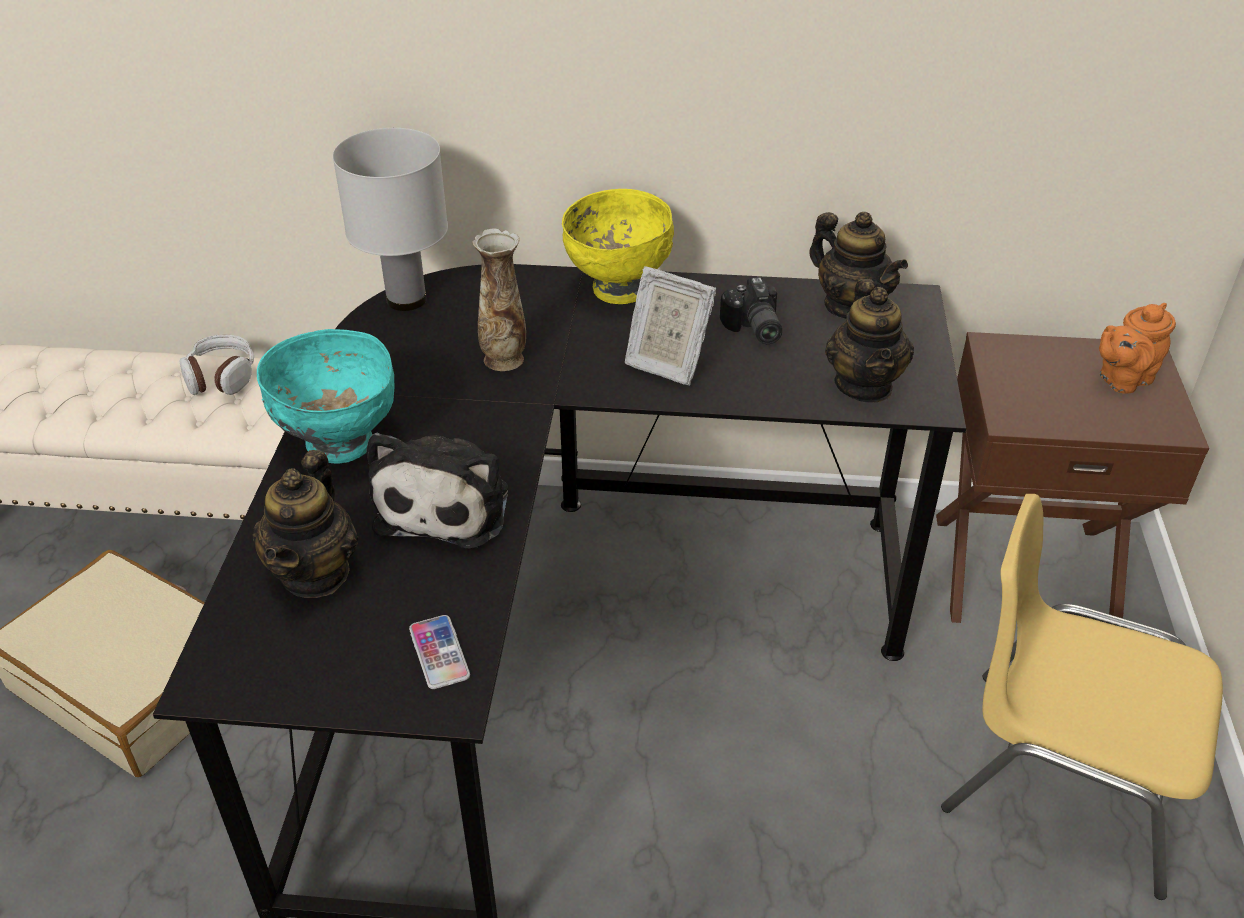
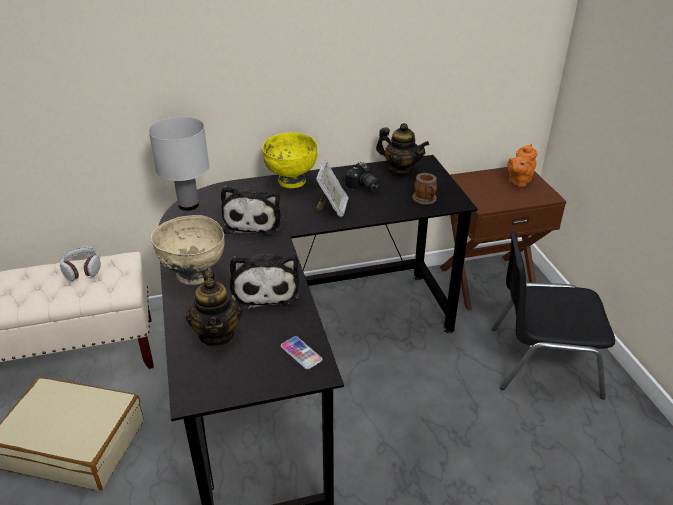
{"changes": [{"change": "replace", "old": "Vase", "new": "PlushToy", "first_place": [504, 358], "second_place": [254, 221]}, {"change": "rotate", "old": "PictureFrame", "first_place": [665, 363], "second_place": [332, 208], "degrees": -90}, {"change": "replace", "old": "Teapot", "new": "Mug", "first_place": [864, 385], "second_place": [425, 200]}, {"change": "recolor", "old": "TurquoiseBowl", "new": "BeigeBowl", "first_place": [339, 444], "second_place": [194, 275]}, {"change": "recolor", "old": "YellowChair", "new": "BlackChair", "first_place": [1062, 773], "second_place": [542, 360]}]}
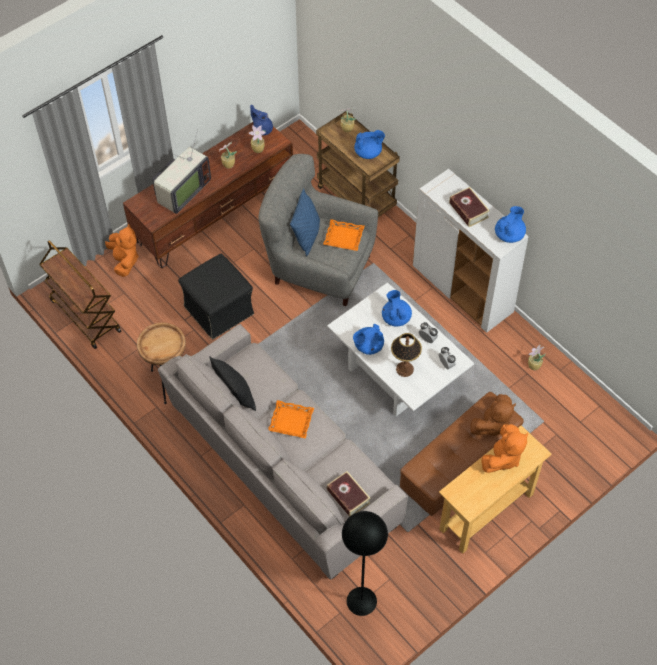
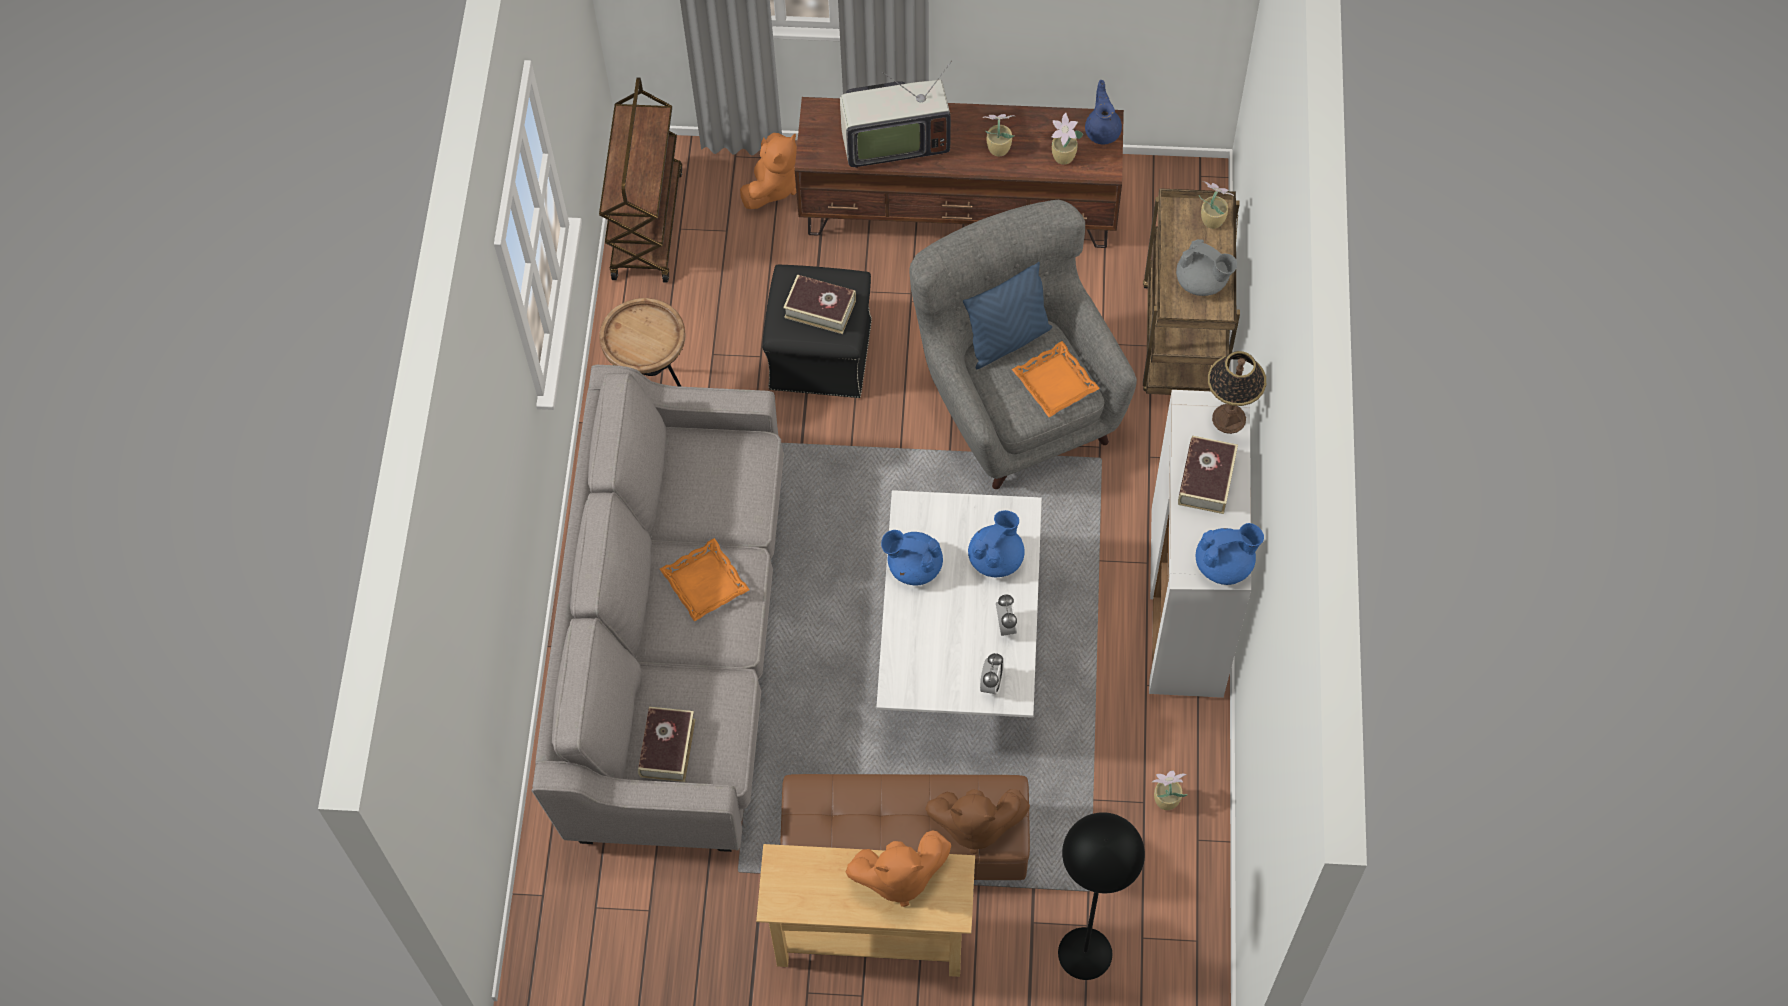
{"changes": [{"change": "recolor", "old": "BlueTeapot", "new": "GreyTeapot", "first_place": [368, 153], "second_place": [1202, 282]}, {"change": "move", "old": "TableLamp", "first_place": [404, 369], "second_place": [1228, 418]}, {"change": "delete", "old": "BlackPillow", "first_place": [235, 395]}, {"change": "move", "old": "BlackFloorLamp", "first_place": [361, 601], "second_place": [1084, 953]}, {"change": "insert", "new": "Book", "second_place": [820, 309]}]}
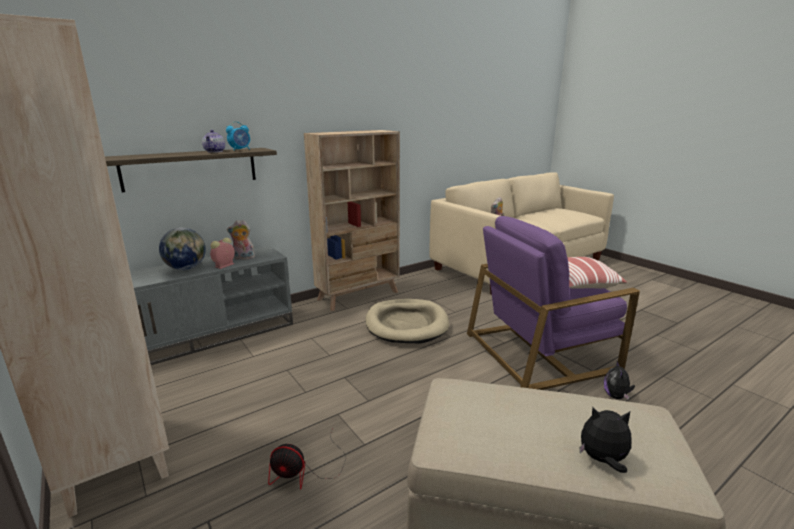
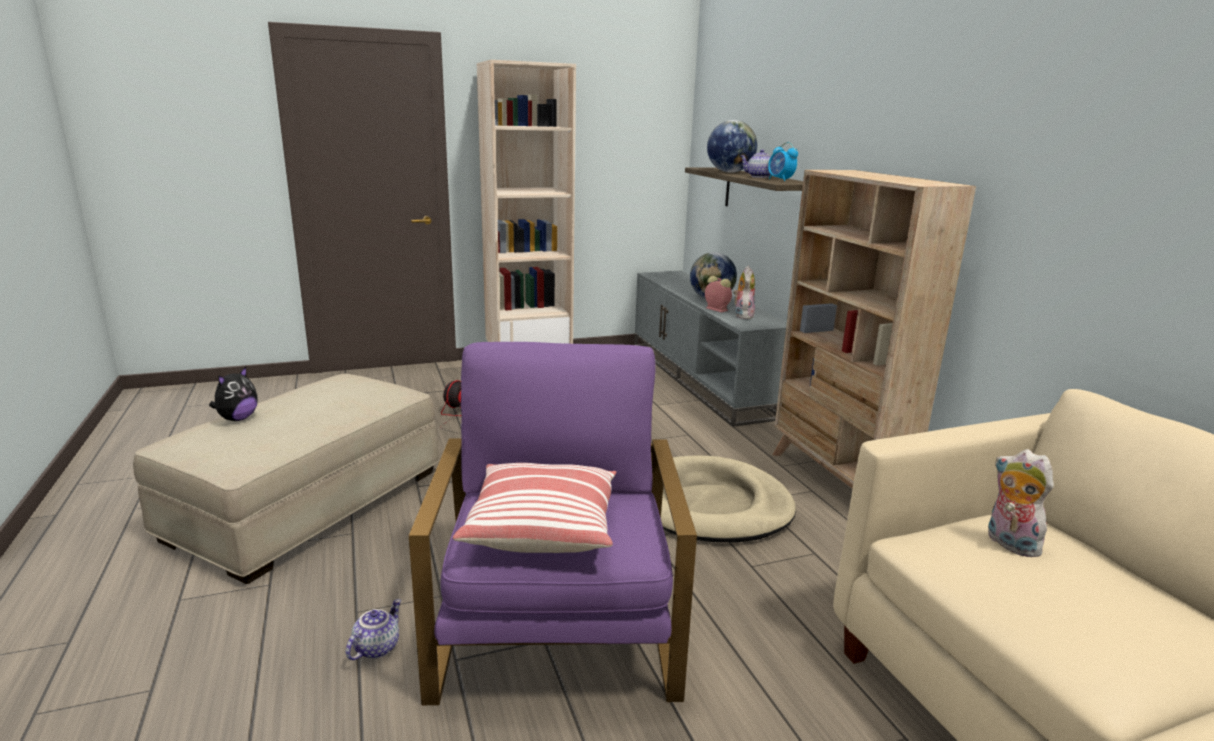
{"changes": [{"change": "replace", "old": "PlushToy", "new": "Teapot", "first_place": [616, 396], "second_place": [376, 647]}, {"change": "insert", "new": "Globe", "second_place": [729, 172]}]}
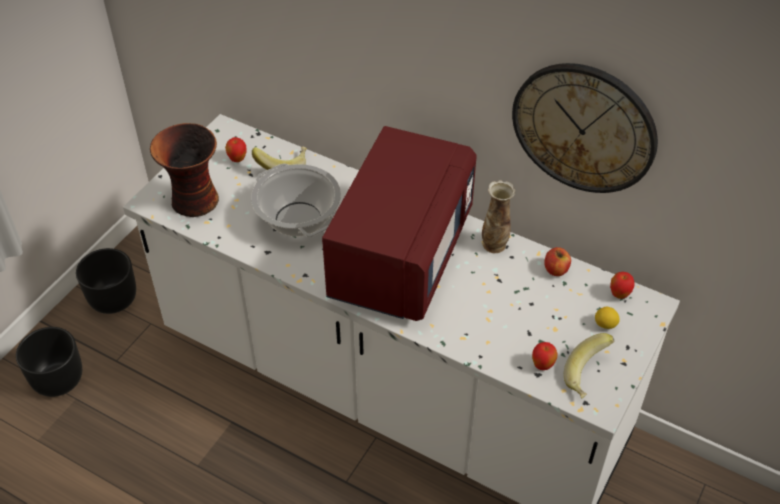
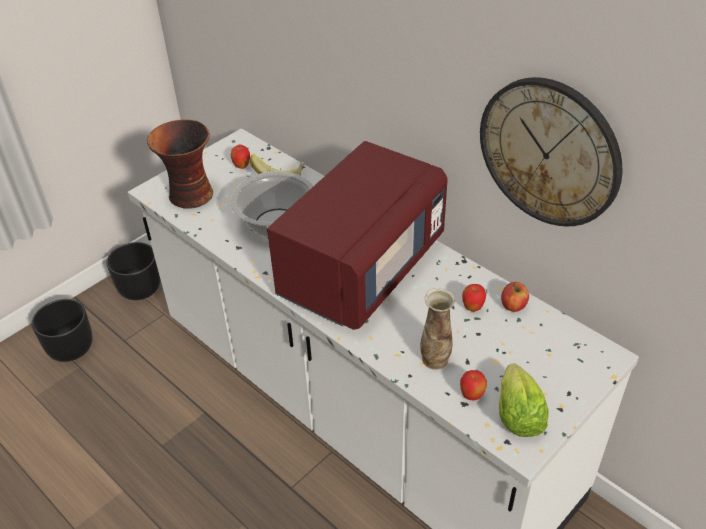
{"changes": [{"change": "move", "old": "Vase", "first_place": [494, 245], "second_place": [435, 360]}, {"change": "move", "old": "Apple", "first_place": [619, 295], "second_place": [472, 308]}, {"change": "delete", "old": "Lemon", "first_place": [605, 325]}, {"change": "replace", "old": "Banana", "new": "Lettuce", "first_place": [588, 376], "second_place": [518, 415]}]}
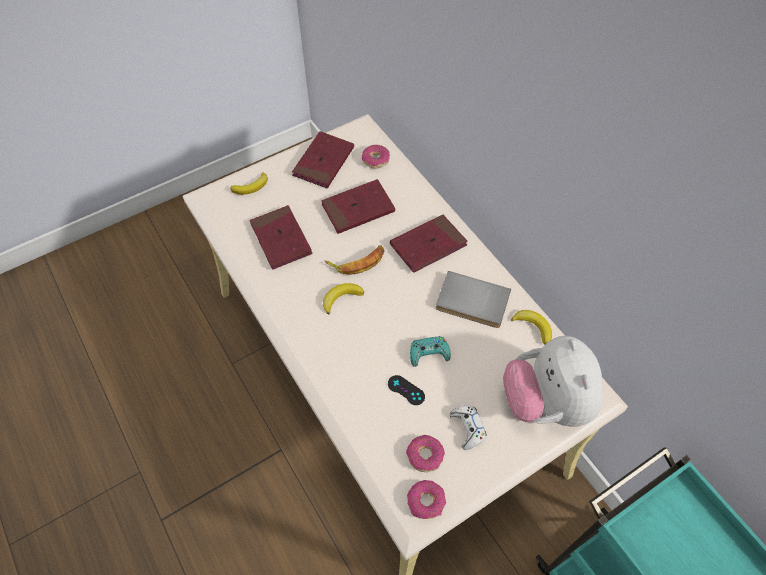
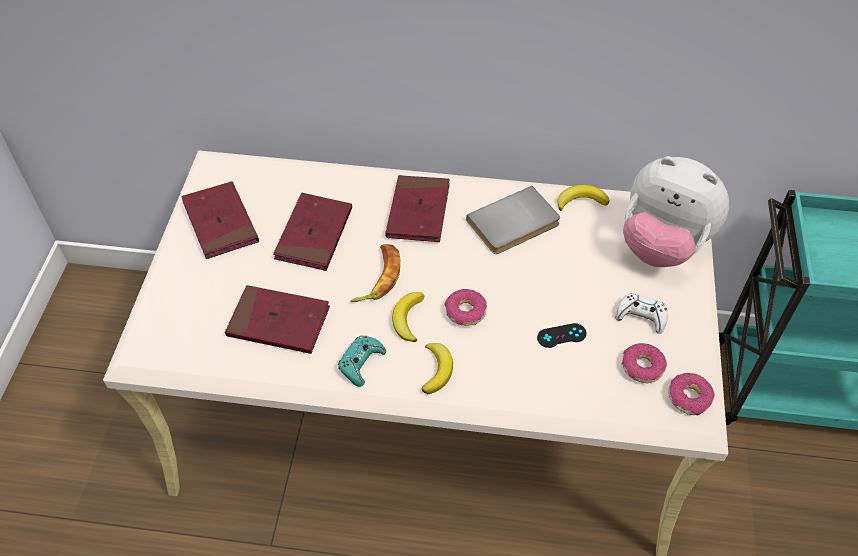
{"changes": [{"change": "move", "old": "Donut", "first_place": [375, 160], "second_place": [465, 312]}, {"change": "move", "old": "Banana", "first_place": [251, 186], "second_place": [437, 370]}, {"change": "move", "old": "TurquoiseGameController", "first_place": [429, 353], "second_place": [361, 363]}]}
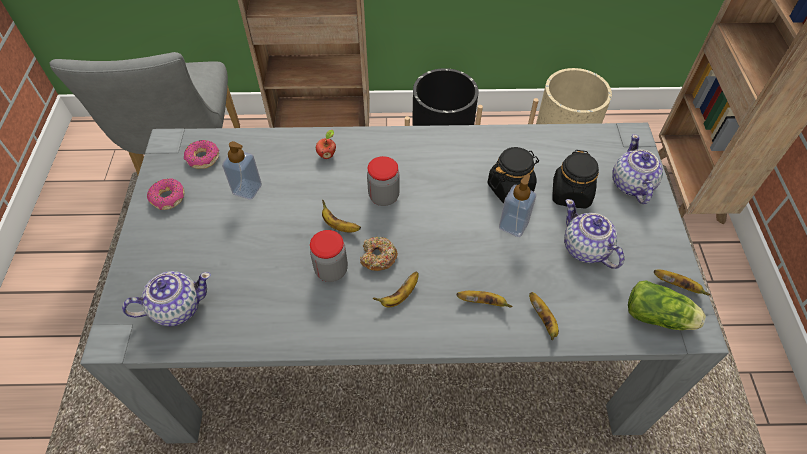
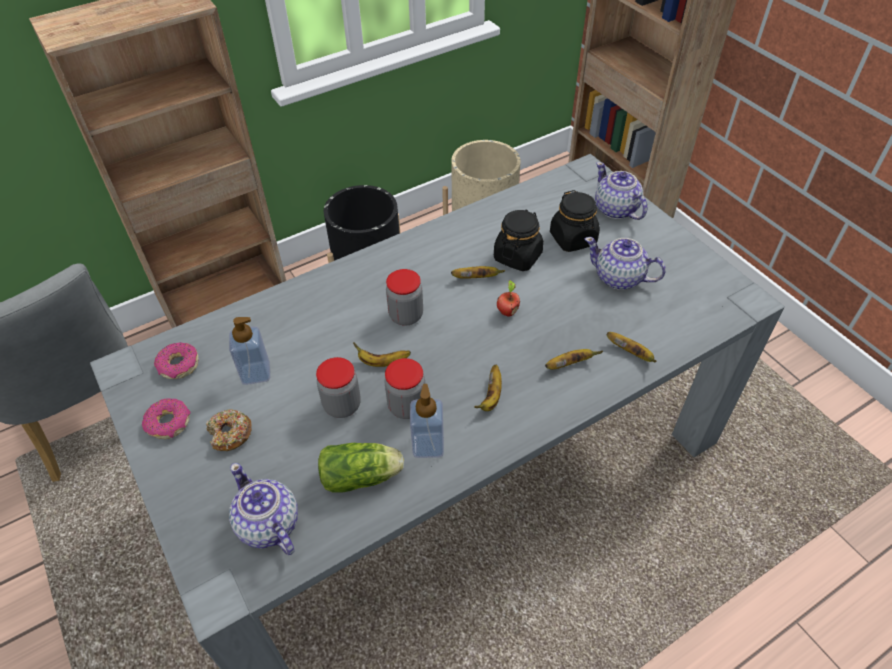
{"changes": [{"change": "move", "old": "Apple", "first_place": [327, 155], "second_place": [507, 312]}, {"change": "move", "old": "SoapDispenser", "first_place": [513, 225], "second_place": [428, 445]}, {"change": "move", "old": "Donut", "first_place": [378, 257], "second_place": [230, 434]}, {"change": "move", "old": "Banana", "first_place": [677, 285], "second_place": [476, 278]}, {"change": "rotate", "old": "Teapot", "first_place": [176, 307], "second_place": [268, 525], "degrees": -75}, {"change": "move", "old": "Lettuce", "first_place": [660, 317], "second_place": [363, 476]}, {"change": "insert", "new": "Jar", "second_place": [342, 405]}]}
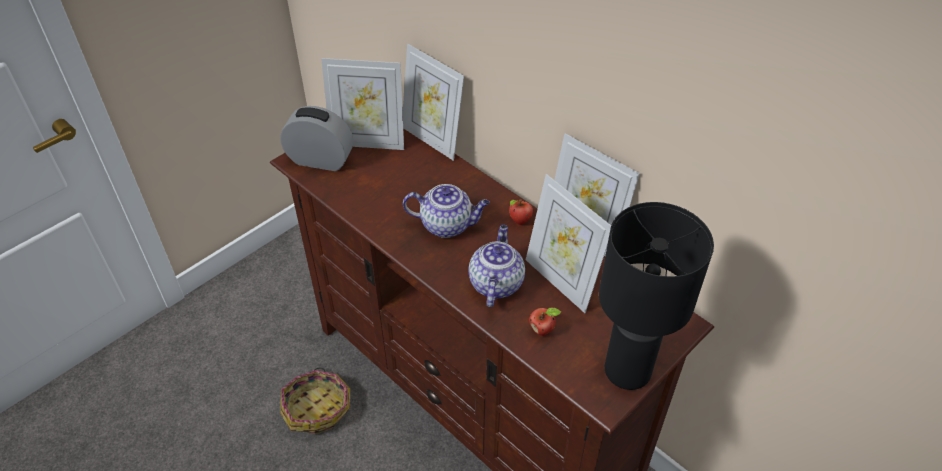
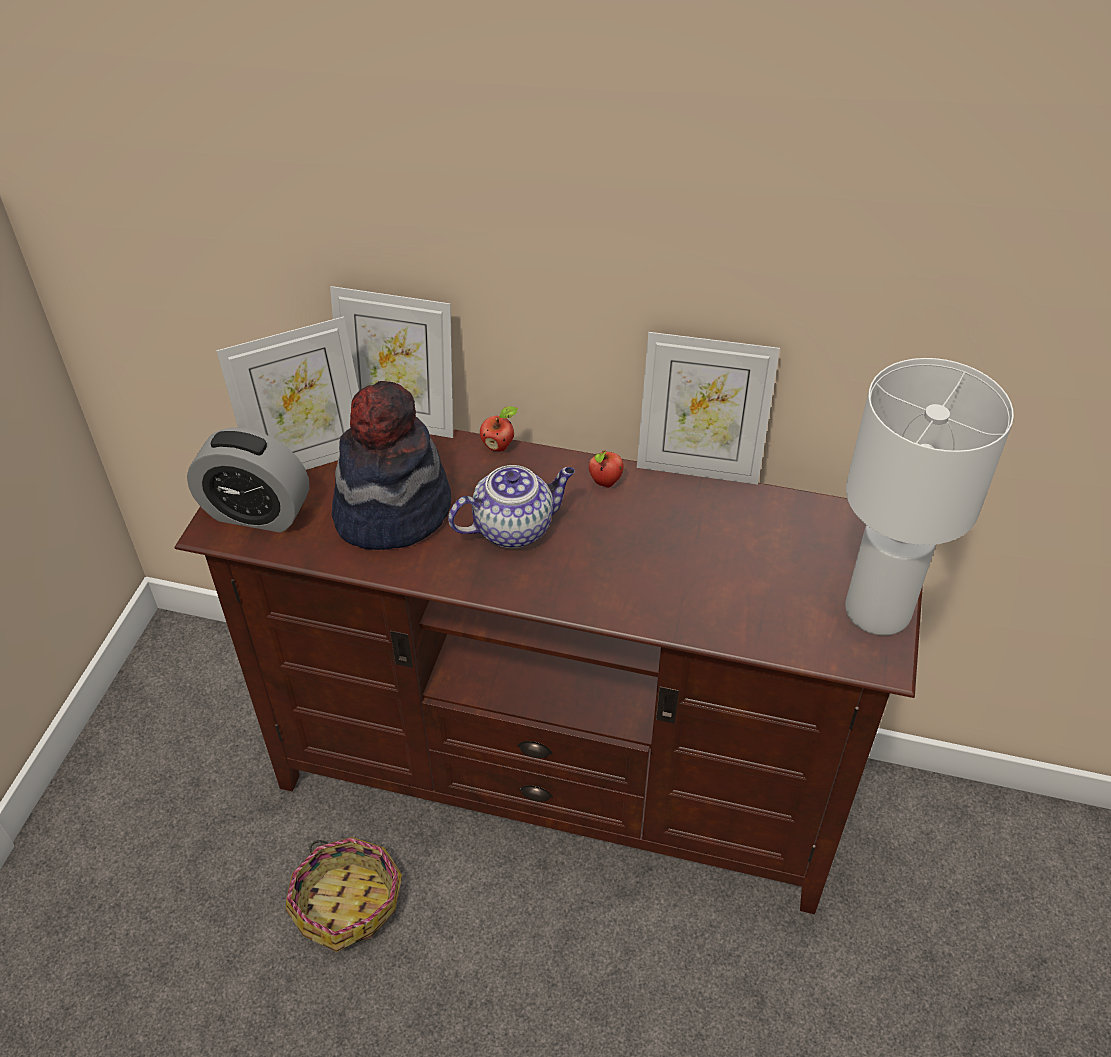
{"changes": [{"change": "rotate", "old": "AlarmClock", "first_place": [320, 160], "second_place": [256, 513], "degrees": -150}, {"change": "delete", "old": "PictureFrame", "first_place": [561, 281]}, {"change": "recolor", "old": "BlackTableLamp", "new": "WhiteTableLamp", "first_place": [626, 370], "second_place": [875, 611]}, {"change": "delete", "old": "Teapot", "first_place": [495, 283]}, {"change": "move", "old": "Apple", "first_place": [543, 330], "second_place": [499, 446]}, {"change": "insert", "new": "Hat", "second_place": [392, 510]}]}
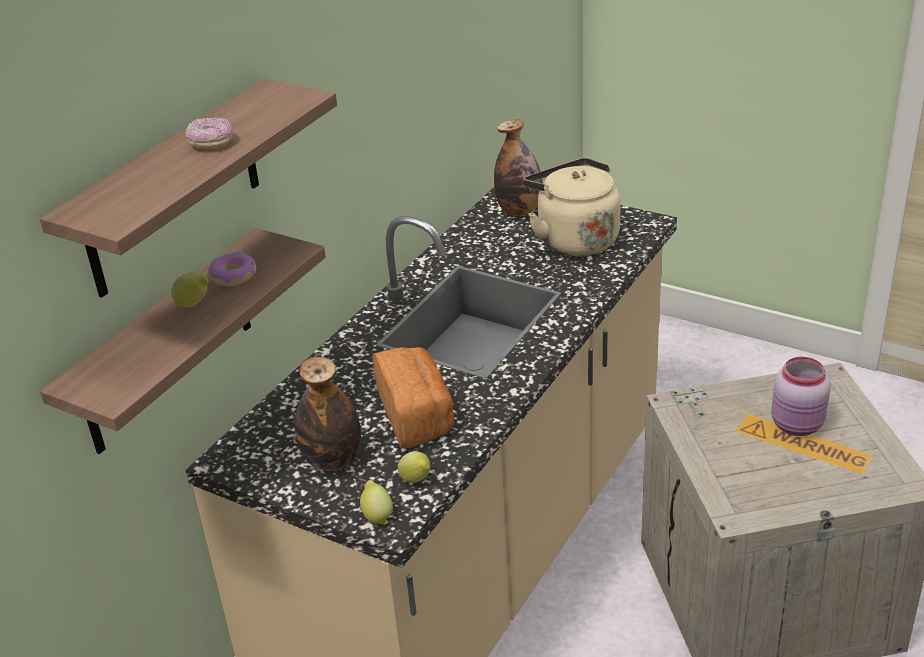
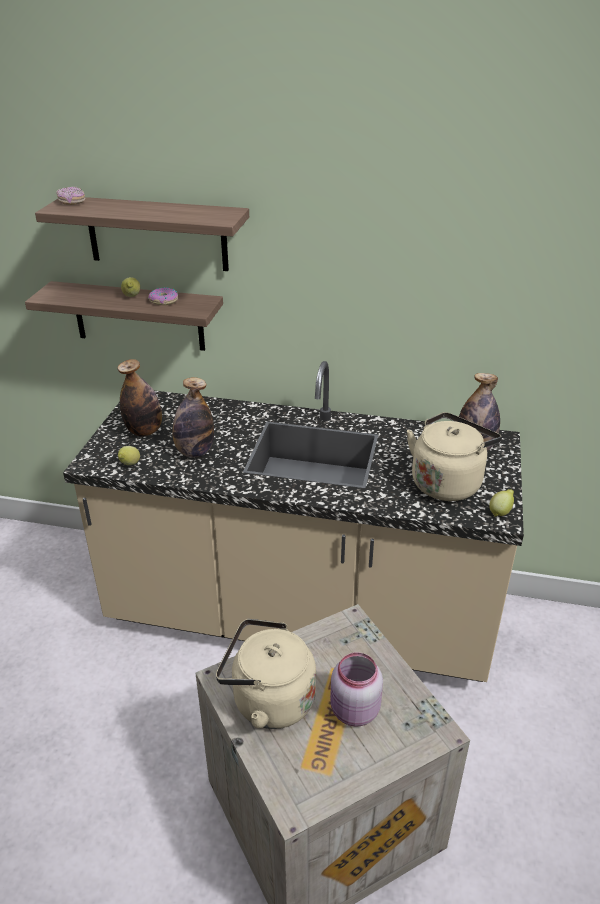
{"changes": [{"change": "move", "old": "Donut", "first_place": [211, 143], "second_place": [72, 202]}, {"change": "replace", "old": "Bread", "new": "Bottle", "first_place": [416, 415], "second_place": [194, 452]}, {"change": "move", "old": "Lemon", "first_place": [377, 515], "second_place": [500, 512]}, {"change": "insert", "new": "BeigeKettle", "second_place": [268, 700]}]}
